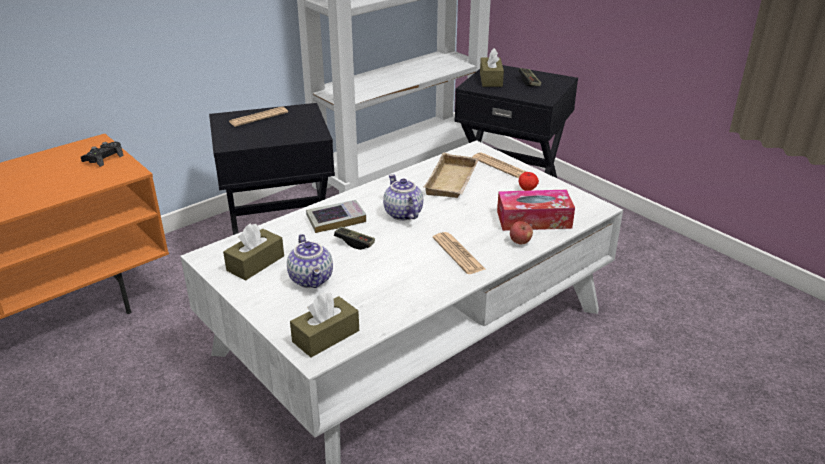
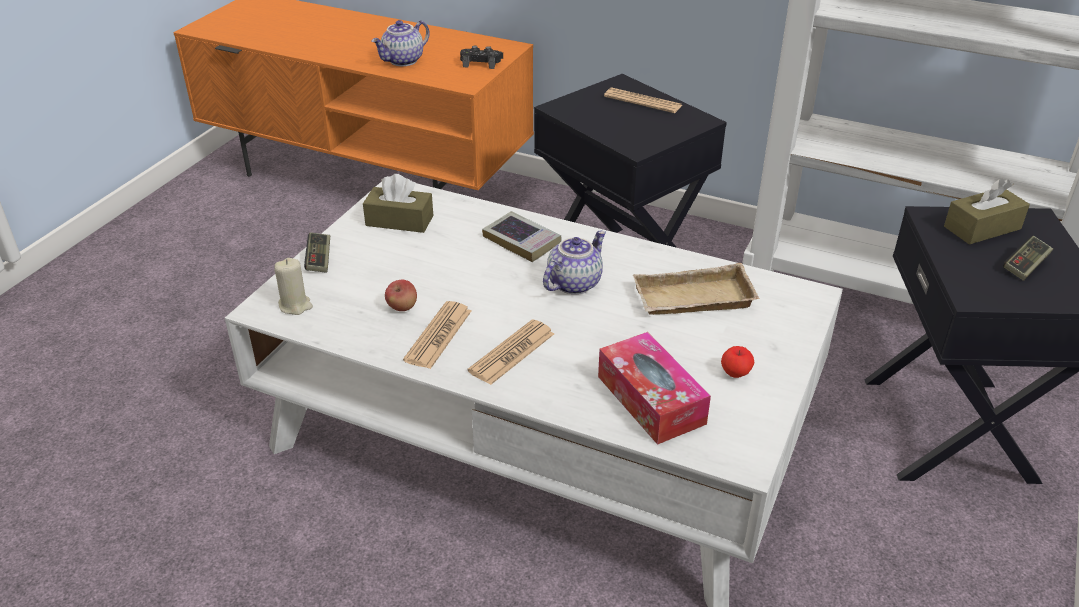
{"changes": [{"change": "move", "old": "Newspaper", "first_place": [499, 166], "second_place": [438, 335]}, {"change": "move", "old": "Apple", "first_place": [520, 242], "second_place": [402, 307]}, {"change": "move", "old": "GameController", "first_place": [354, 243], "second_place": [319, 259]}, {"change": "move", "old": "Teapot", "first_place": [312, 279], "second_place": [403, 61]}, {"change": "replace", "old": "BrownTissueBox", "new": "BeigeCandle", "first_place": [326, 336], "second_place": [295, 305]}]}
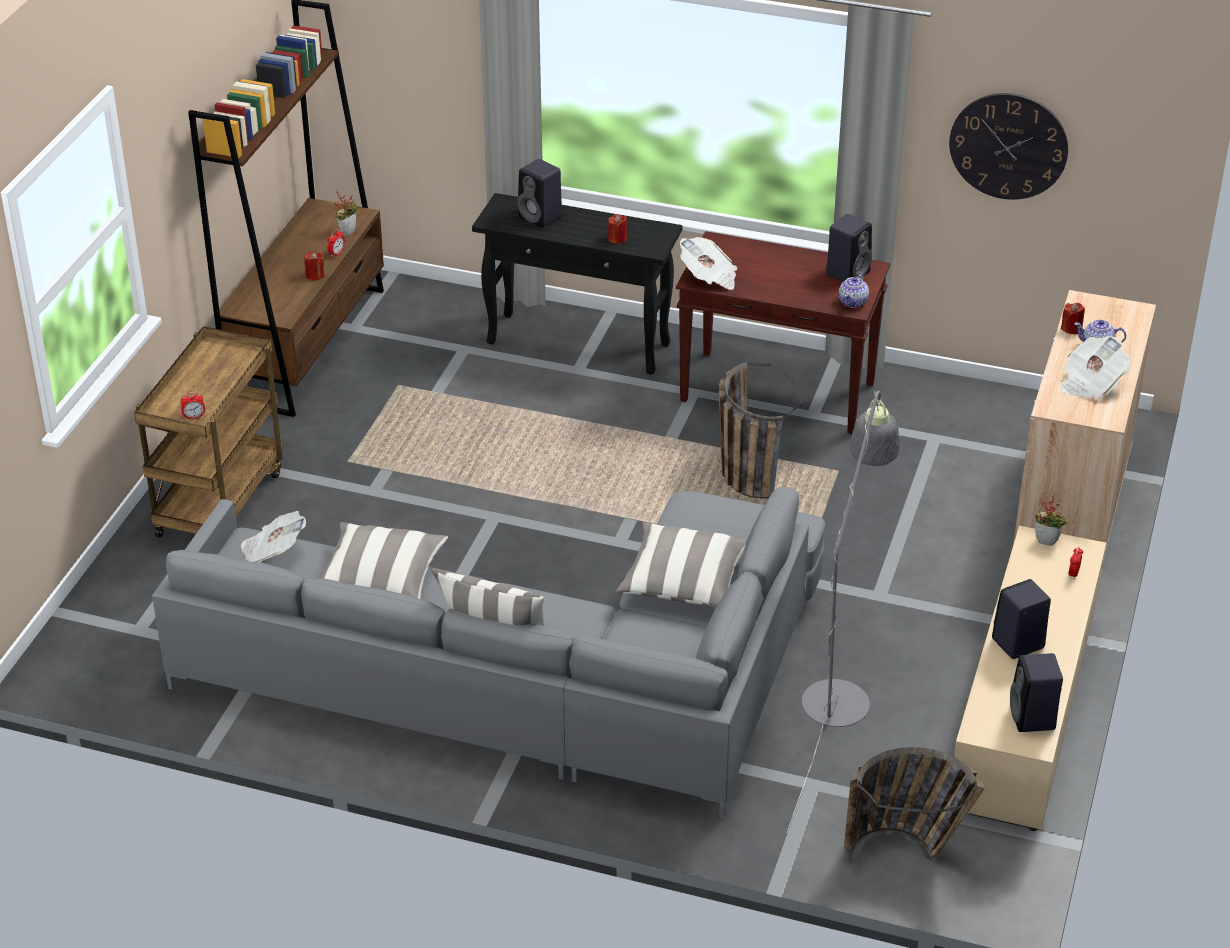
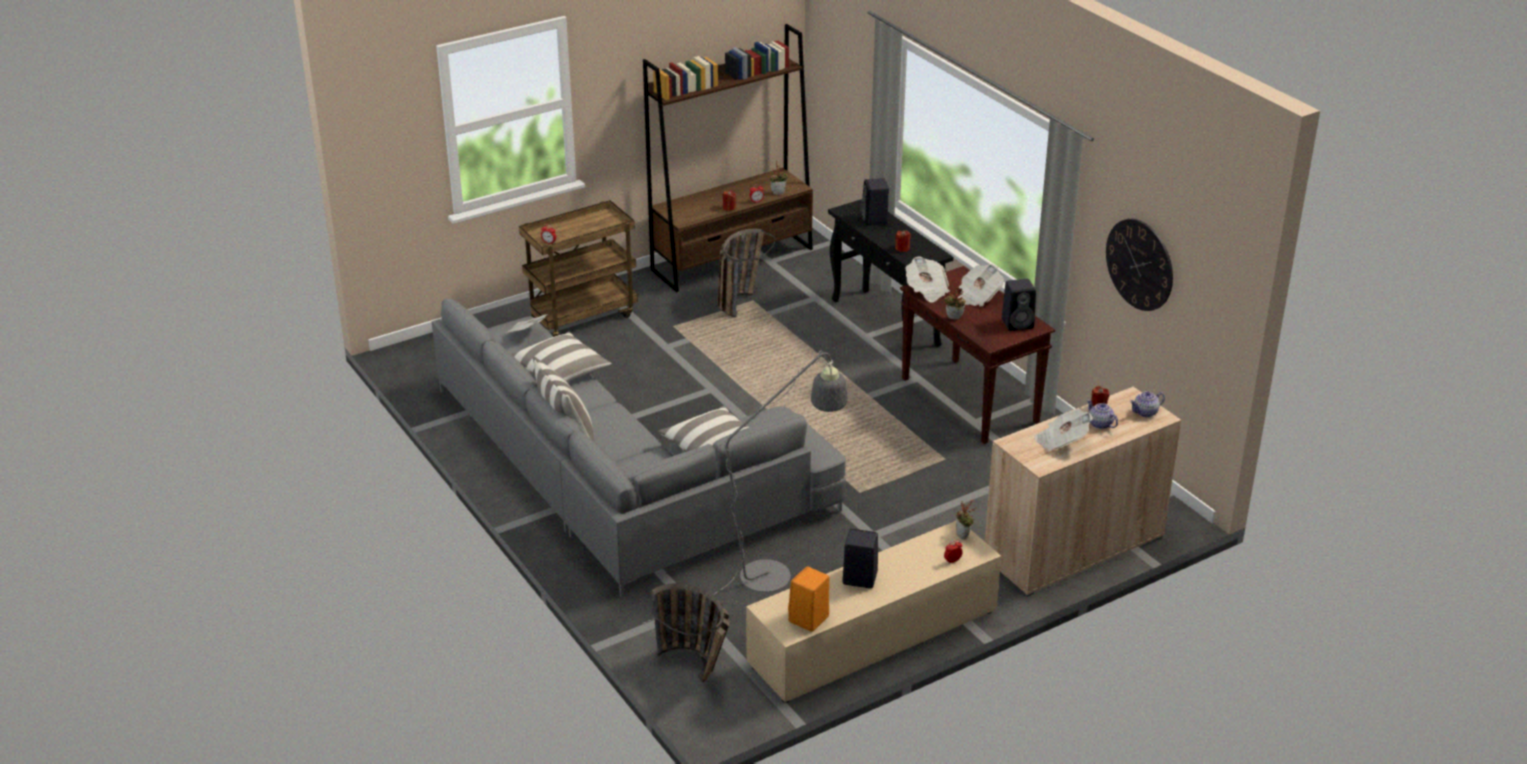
{"changes": [{"change": "move", "old": "Teapot", "first_place": [853, 302], "second_place": [1146, 412]}, {"change": "move", "old": "Basket", "first_place": [744, 471], "second_place": [740, 300]}, {"change": "recolor", "old": "BlackSpeaker", "new": "OrangeSpeaker", "first_place": [1033, 718], "second_place": [808, 620]}, {"change": "insert", "new": "Newspaper", "second_place": [977, 297]}, {"change": "insert", "new": "PottedPlant", "second_place": [953, 318]}]}
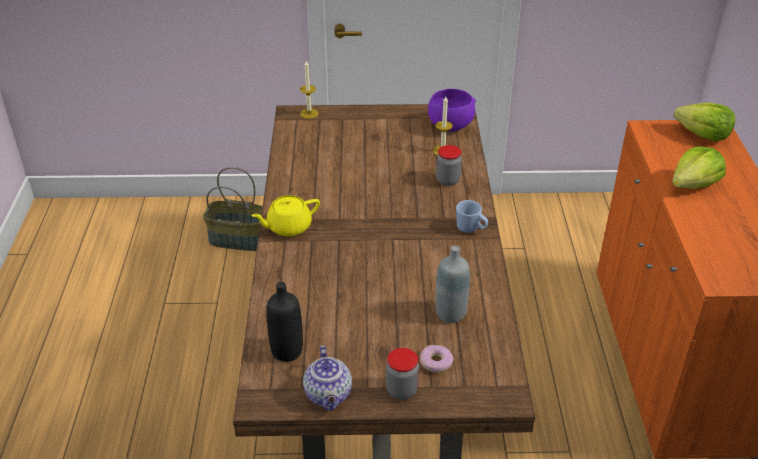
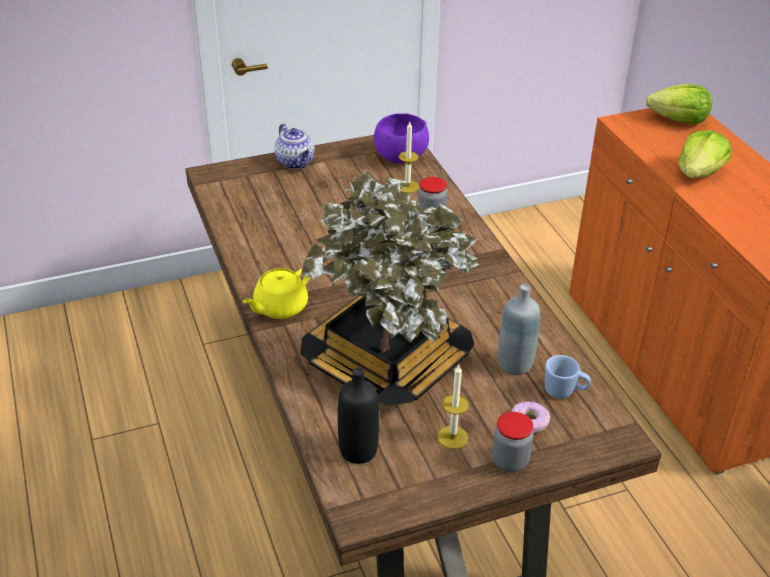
{"changes": [{"change": "move", "old": "Candle", "first_place": [309, 113], "second_place": [452, 437]}, {"change": "delete", "old": "Basket", "first_place": [239, 239]}, {"change": "move", "old": "BlueMug", "first_place": [471, 229], "second_place": [564, 392]}, {"change": "move", "old": "Teapot", "first_place": [329, 395], "second_place": [296, 162]}, {"change": "insert", "new": "PottedPlant", "second_place": [385, 362]}]}
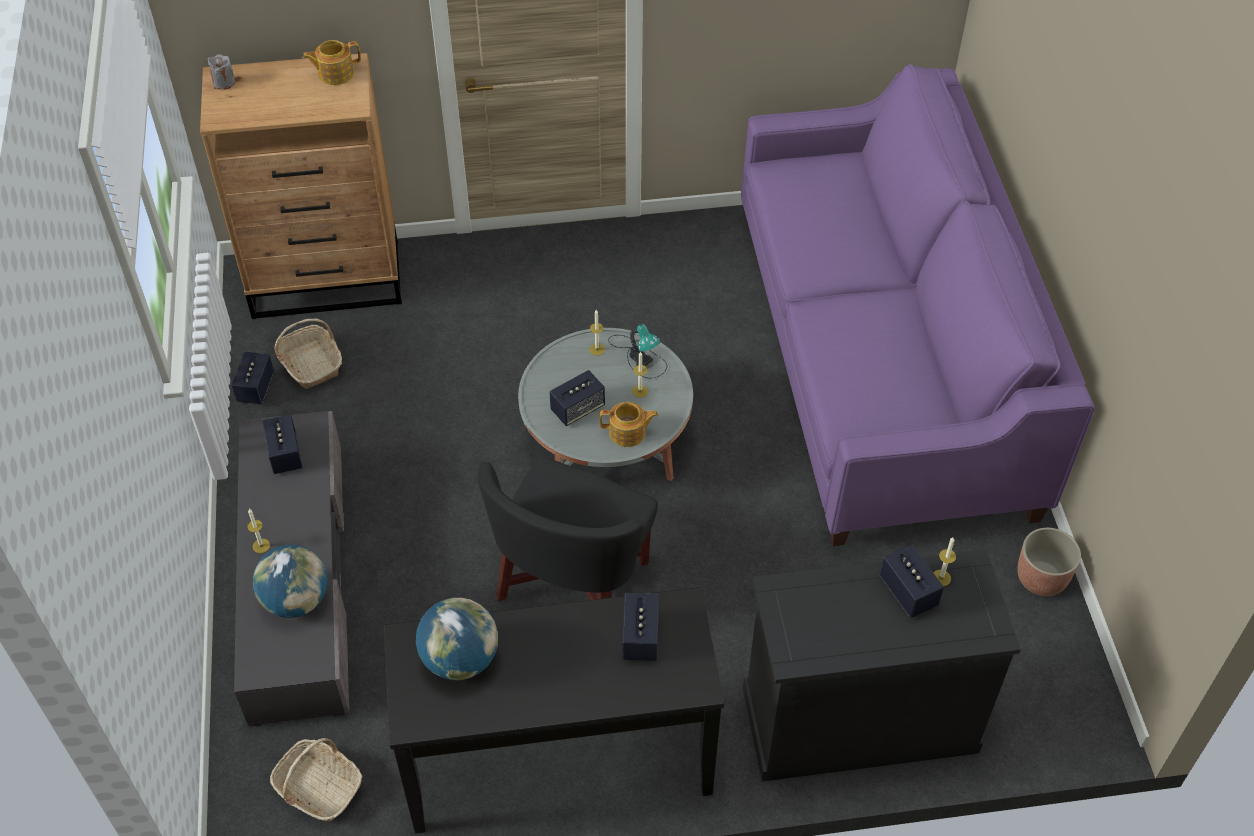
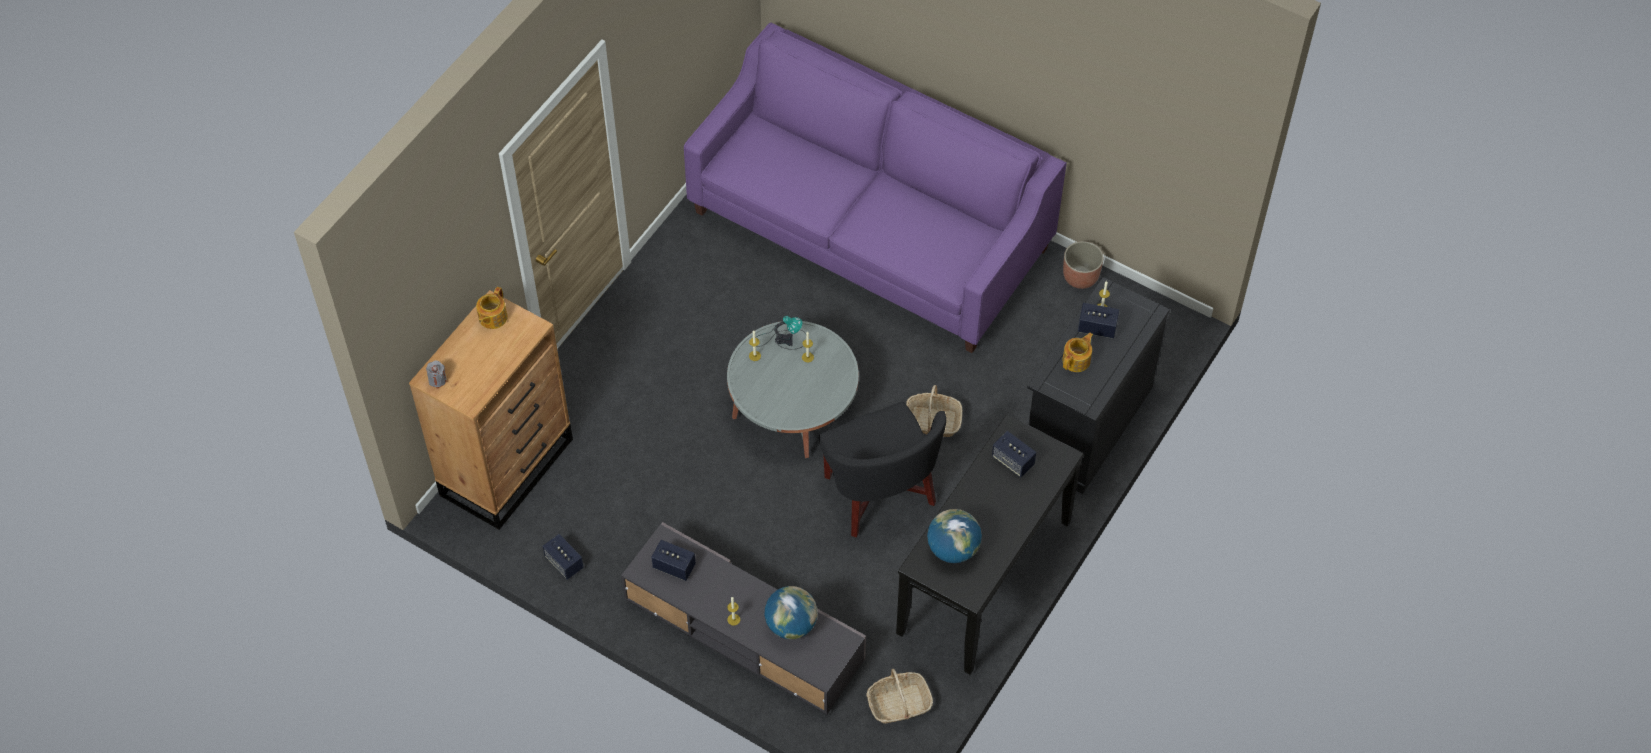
{"changes": [{"change": "move", "old": "Basket", "first_place": [311, 364], "second_place": [932, 421]}, {"change": "delete", "old": "Speaker", "first_place": [577, 408]}, {"change": "move", "old": "Teapot", "first_place": [628, 433], "second_place": [1077, 360]}]}
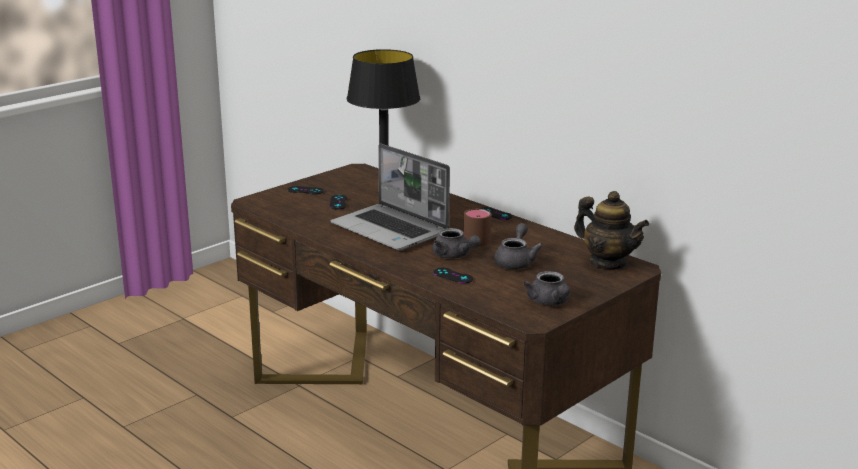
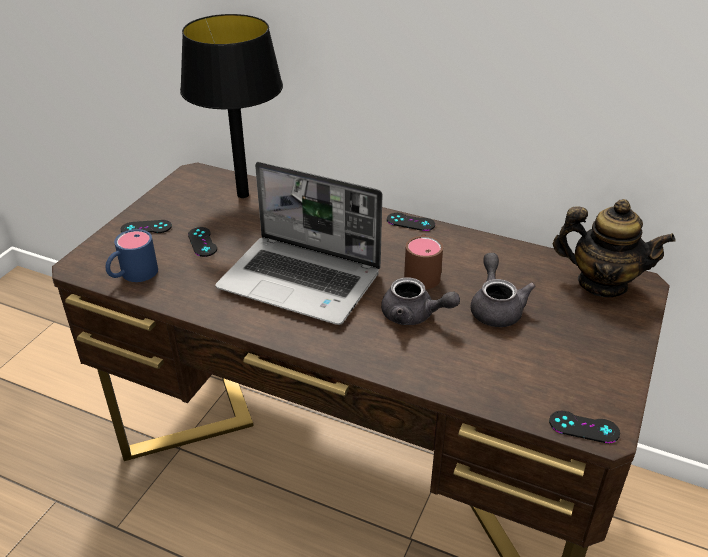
{"changes": [{"change": "move", "old": "BlackGameController", "first_place": [453, 276], "second_place": [584, 427]}, {"change": "delete", "old": "GreyTeapot", "first_place": [550, 302]}, {"change": "insert", "new": "BlueMug", "second_place": [132, 275]}]}
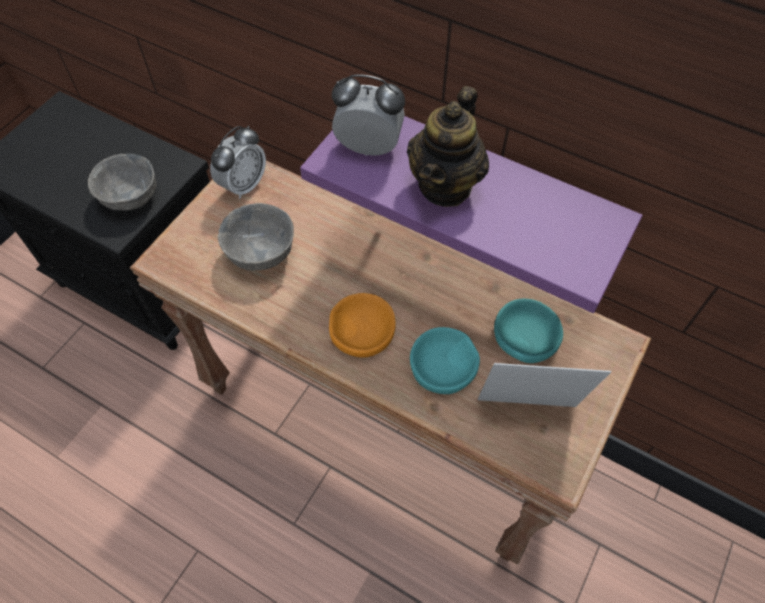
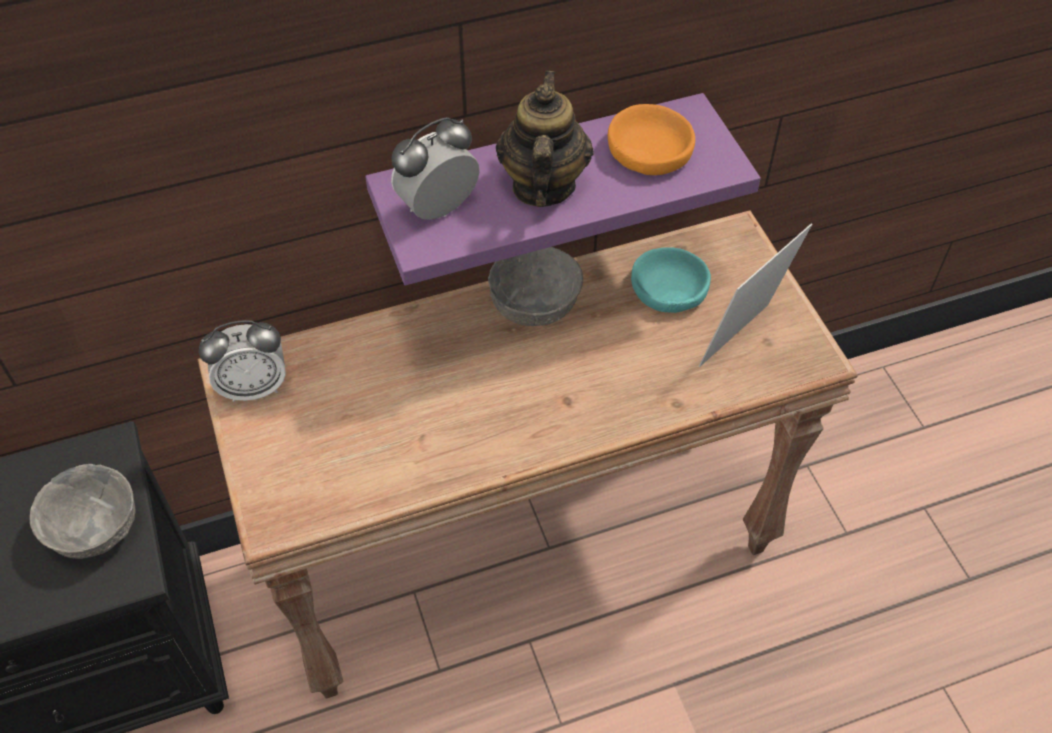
{"changes": [{"change": "rotate", "old": "Teapot", "first_place": [445, 185], "second_place": [542, 186], "degrees": -150}, {"change": "rotate", "old": "AlarmClock", "first_place": [243, 185], "second_place": [254, 387], "degrees": 90}, {"change": "move", "old": "GreyBowl", "first_place": [260, 253], "second_place": [534, 307]}, {"change": "move", "old": "OrangeBowl", "first_place": [362, 330], "second_place": [649, 150]}, {"change": "delete", "old": "TurquoiseBowl", "first_place": [443, 365]}]}
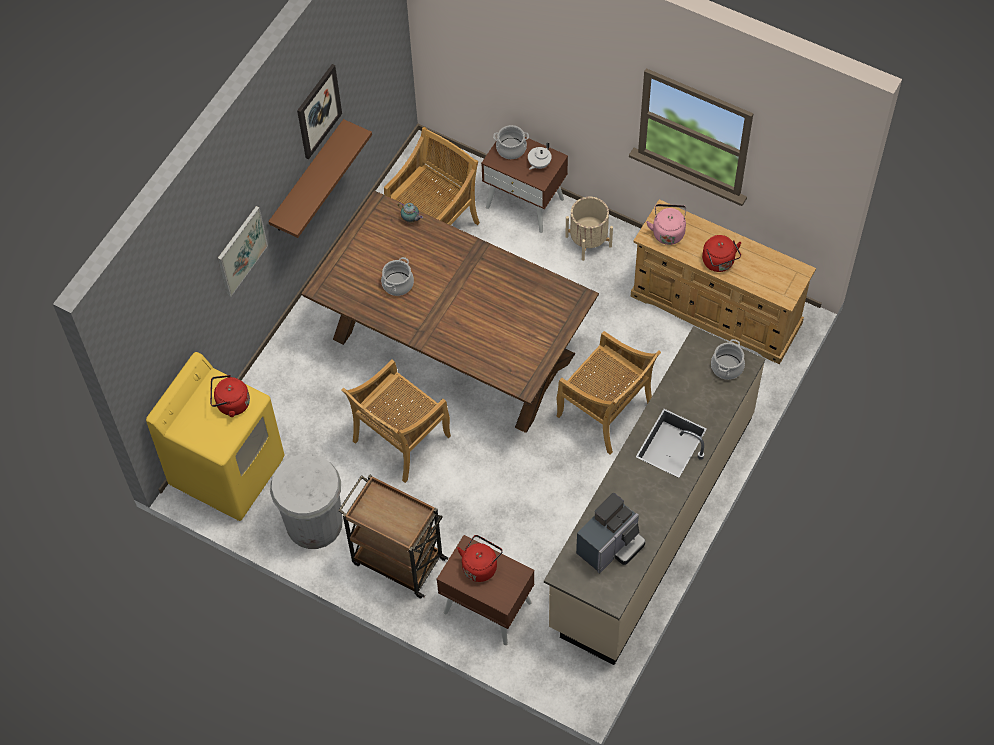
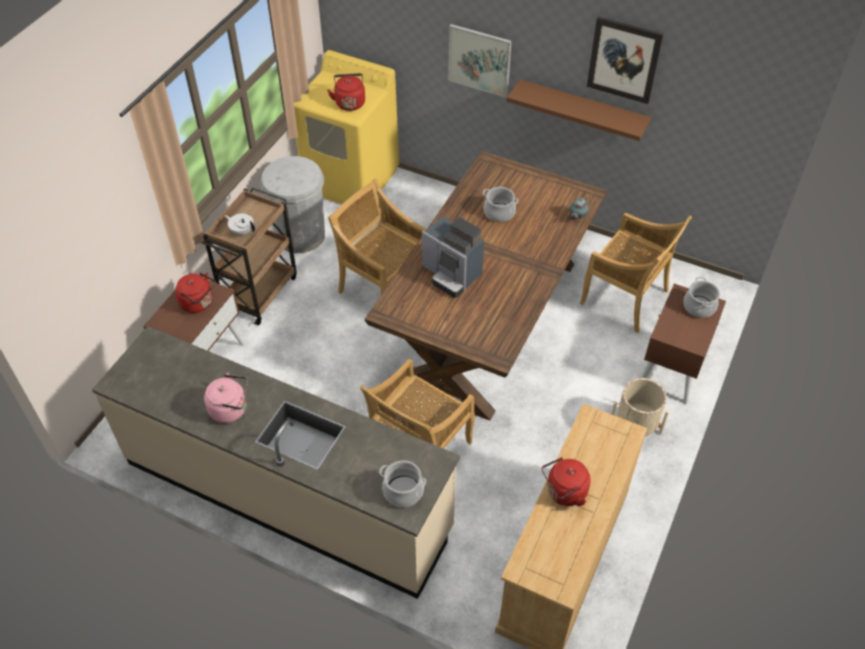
{"changes": [{"change": "move", "old": "WhiteTeapot", "first_place": [539, 164], "second_place": [242, 231]}, {"change": "move", "old": "PinkKettle", "first_place": [668, 231], "second_place": [231, 409]}, {"change": "move", "old": "CoffeeMachine", "first_place": [611, 546], "second_place": [451, 274]}]}
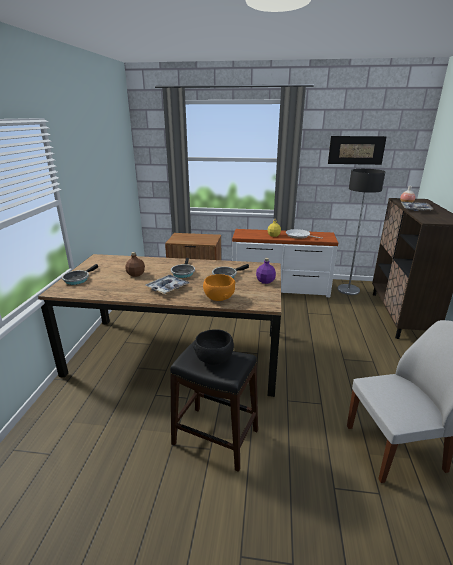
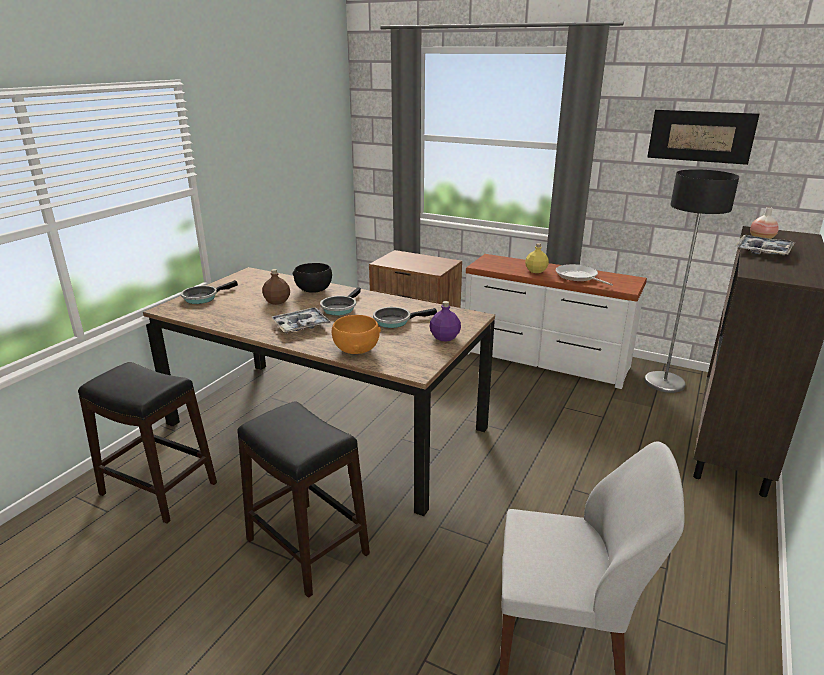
{"changes": [{"change": "move", "old": "BlackBowl", "first_place": [214, 359], "second_place": [314, 290]}, {"change": "insert", "new": "BlackStool", "second_place": [158, 489]}]}
